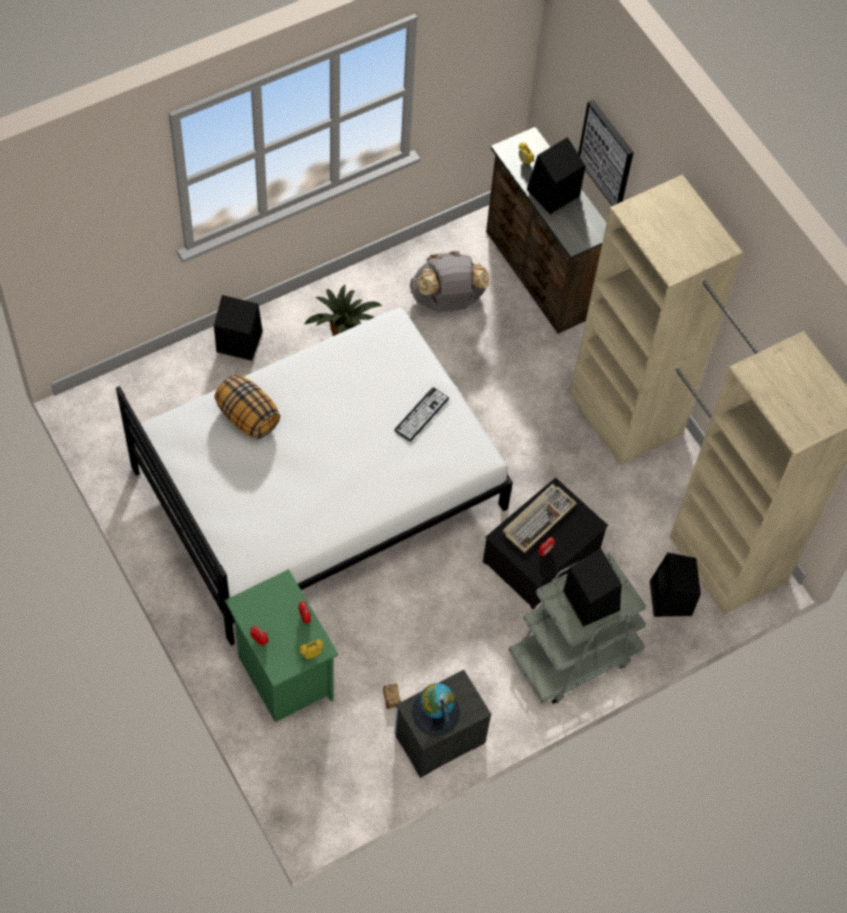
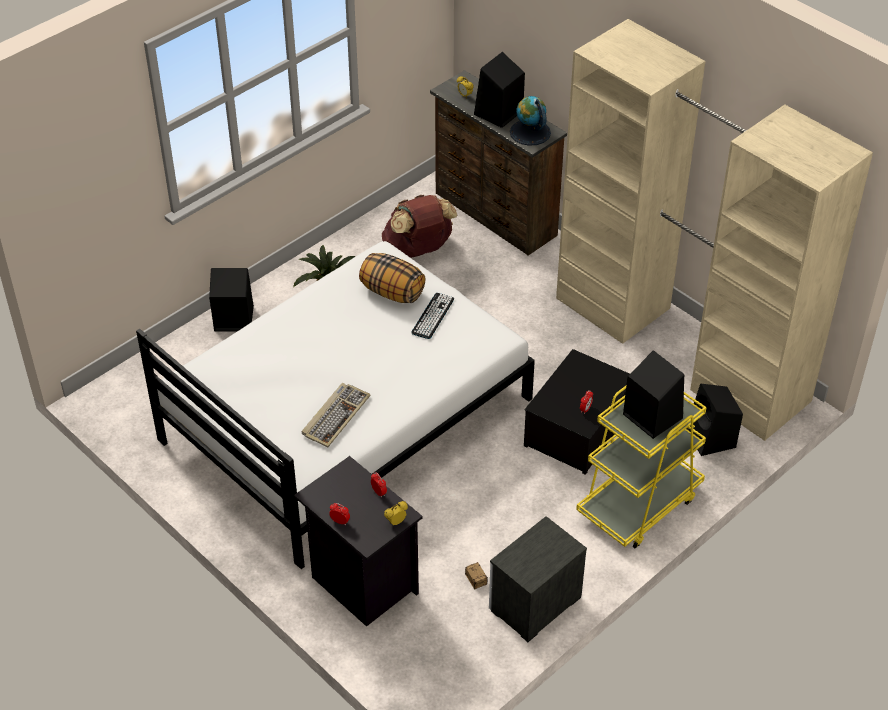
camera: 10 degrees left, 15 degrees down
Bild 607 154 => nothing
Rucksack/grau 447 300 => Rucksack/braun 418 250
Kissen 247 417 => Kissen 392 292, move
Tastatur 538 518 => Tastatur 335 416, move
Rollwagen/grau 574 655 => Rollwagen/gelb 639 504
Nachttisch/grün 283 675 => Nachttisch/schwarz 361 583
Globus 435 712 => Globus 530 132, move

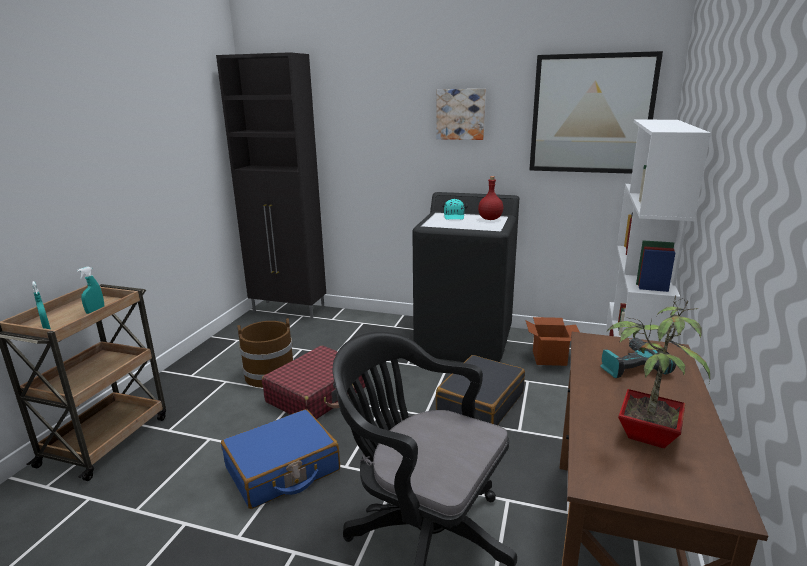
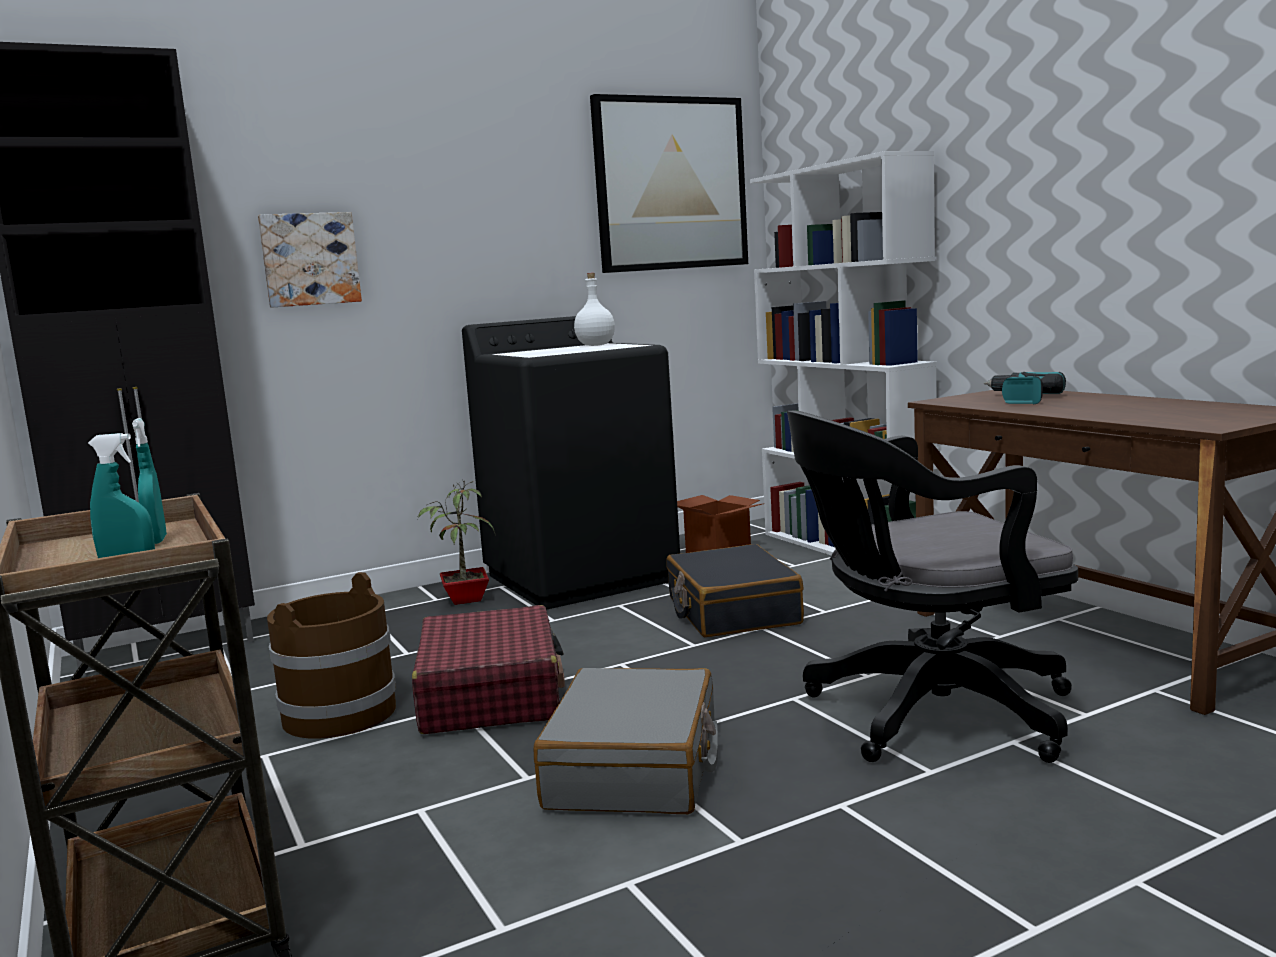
camera: 45 degrees left, 10 degrees down
Bild 461 114 => Bild 309 259, move
Flasche/rot 490 219 => Flasche/weiß 596 345
Kappe/türkis 454 216 => nothing
Topfpflanze 644 434 => Topfpflanze 463 600, move
Koffer/blau 282 469 => Koffer/grau 635 767

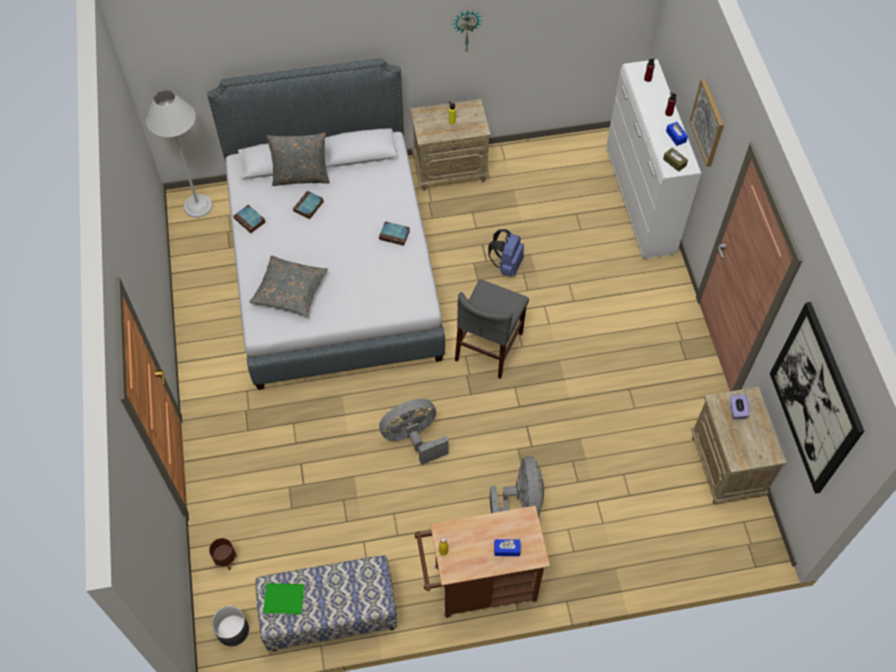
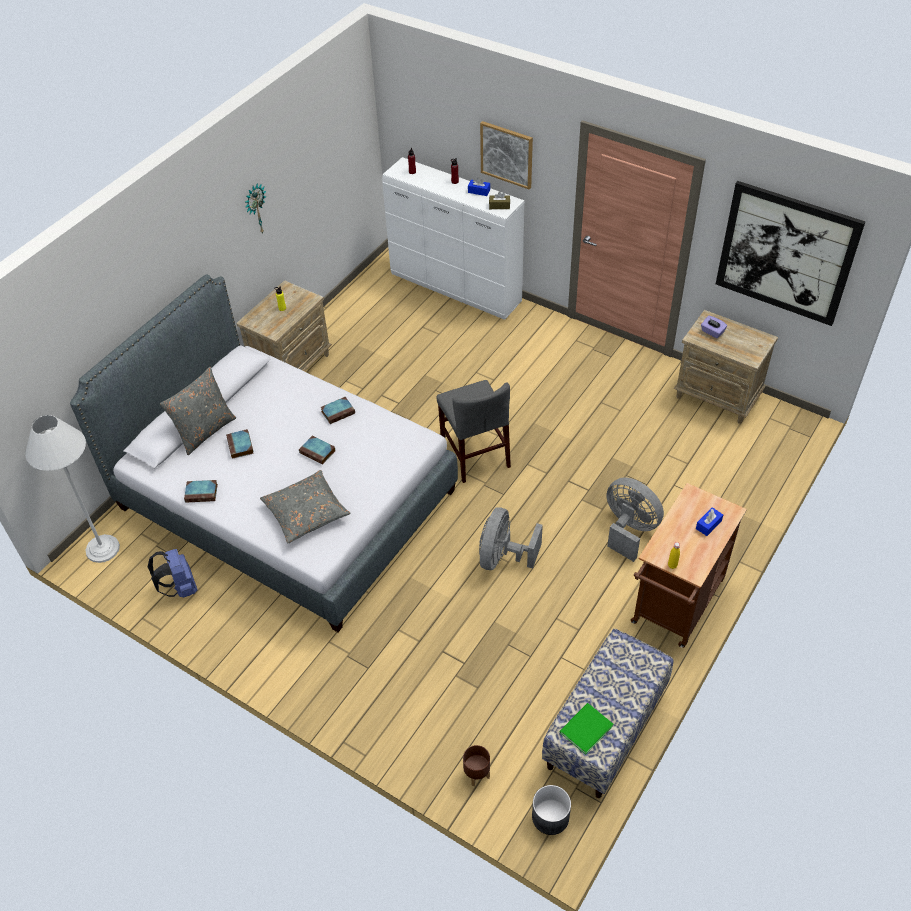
camera: 45 degrees left, 10 degrees down
Rucksack/blau 506 265 => Rucksack/blau 180 588, move
nothing => Buch 318 452

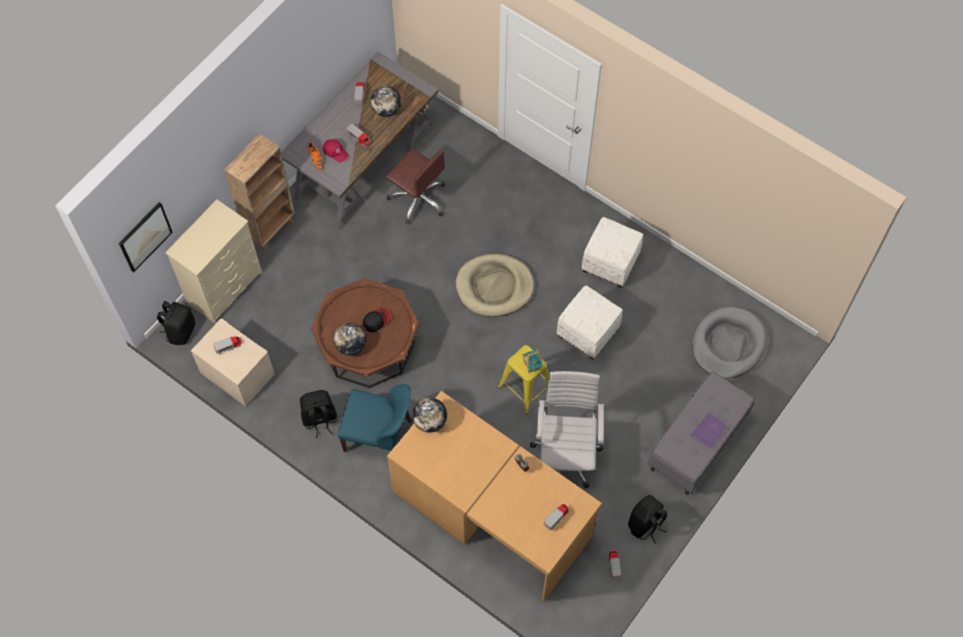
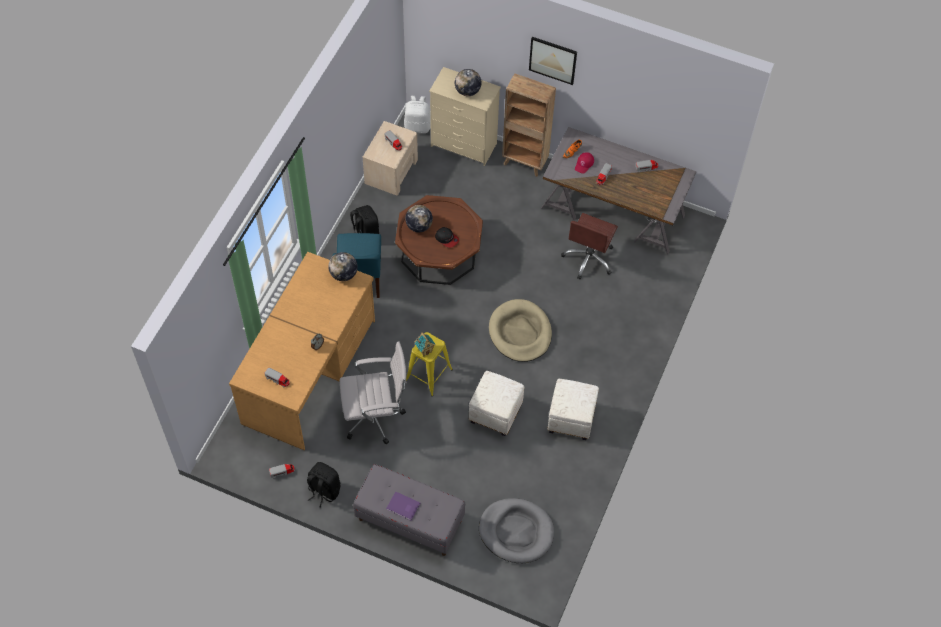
camera: 75 degrees right, 5 degrees down
Globus 386 110 => Globus 467 91, move
Bild 145 236 => Bild 553 60, move
Rucksack/schwarz 180 331 => Rucksack/weiß 418 126

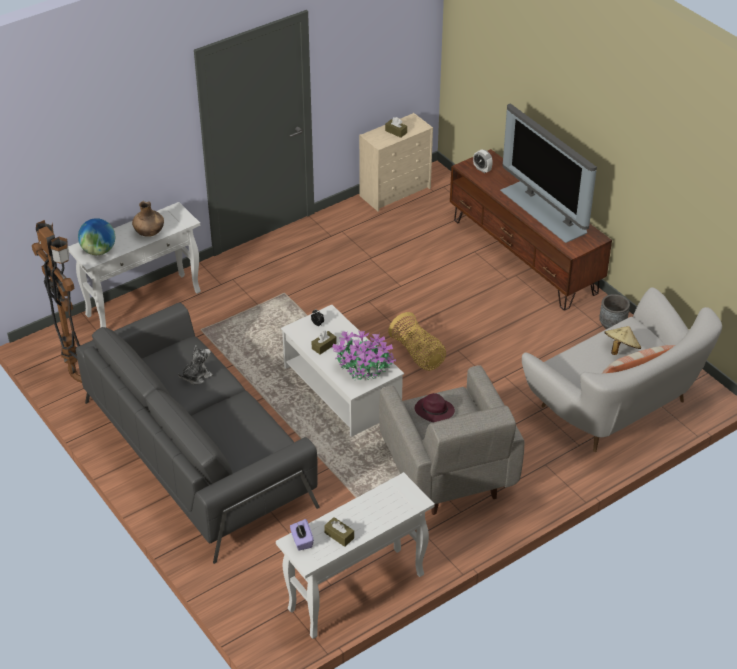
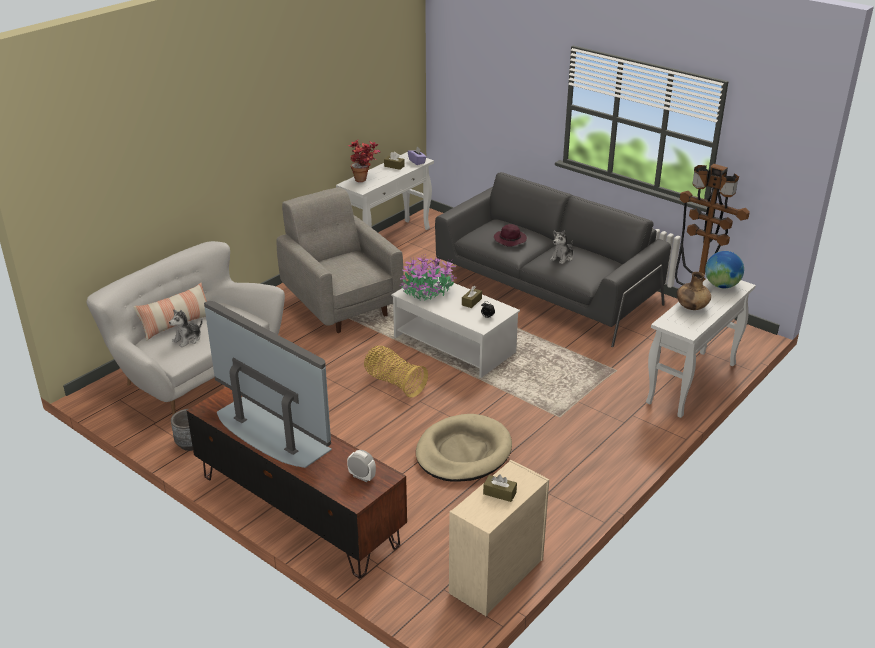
camera: 165 degrees right, 10 degrees down
Hut/beige 620 349 => Plüschtier 188 339
Hut/lila 433 411 => Hut/lila 510 239, move
nothing => Topfpflanze 365 180
nothing => Hundebett/beige 463 452

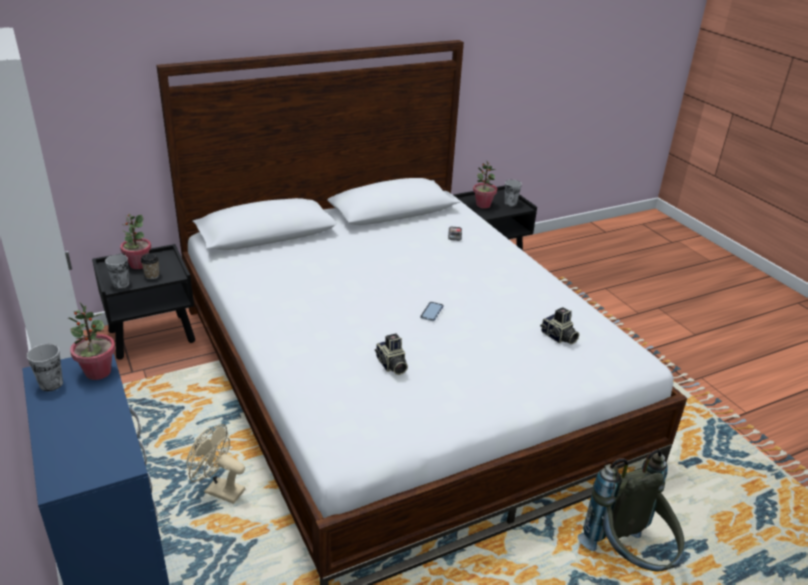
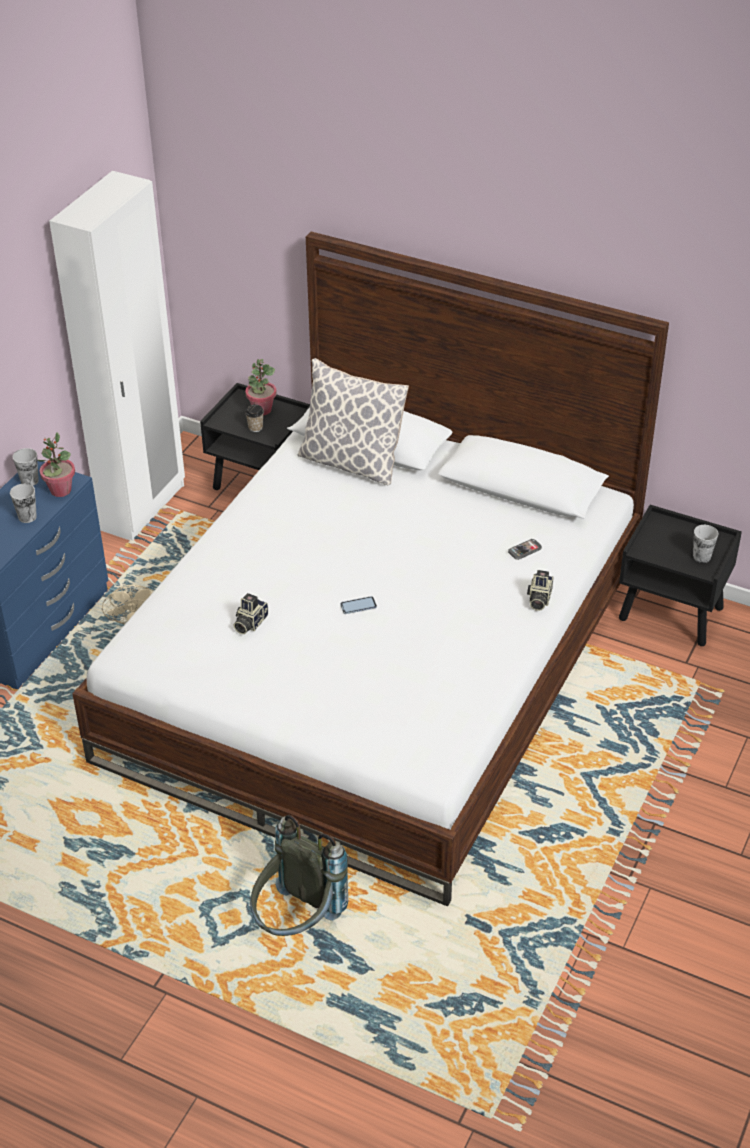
camera: 55 degrees right, 10 degrees up
Topfpflanze 483 205 => nothing
Tasse 121 284 => Tasse 27 517, move
Kamera 558 337 => Kamera 538 599, move
nothing => Kissen 351 462

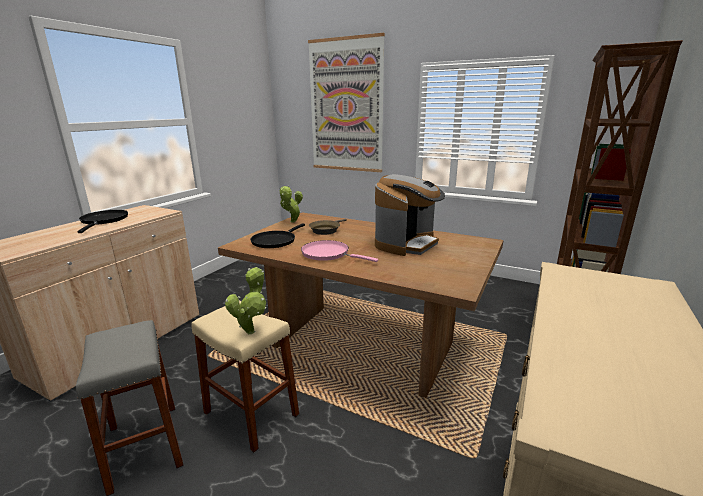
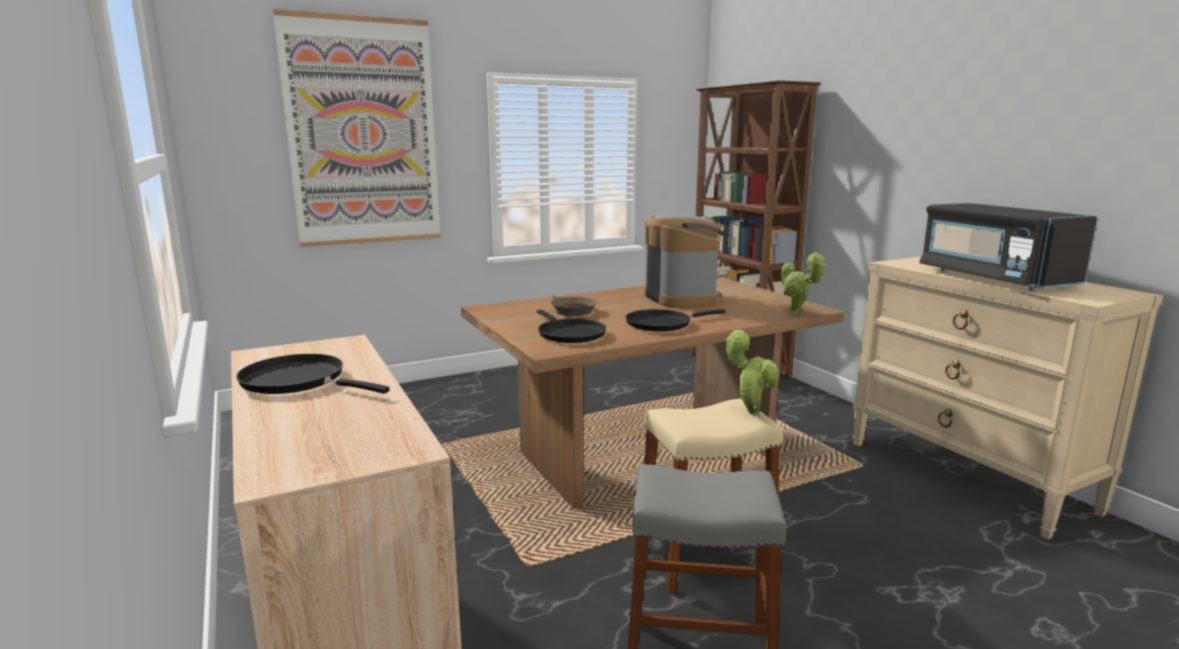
camera: 55 degrees left, 5 degrees down
Topfpflanze 292 222 => Topfpflanze 797 313, move
Pfanne/rosa 328 254 => Pfanne/schwarz 662 324
nothing => Mikrowelle/schwarz 992 278

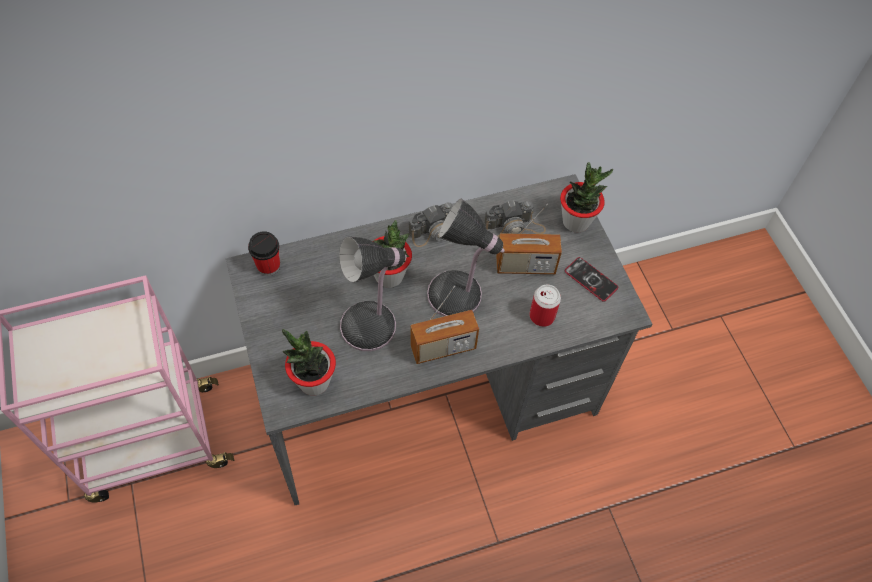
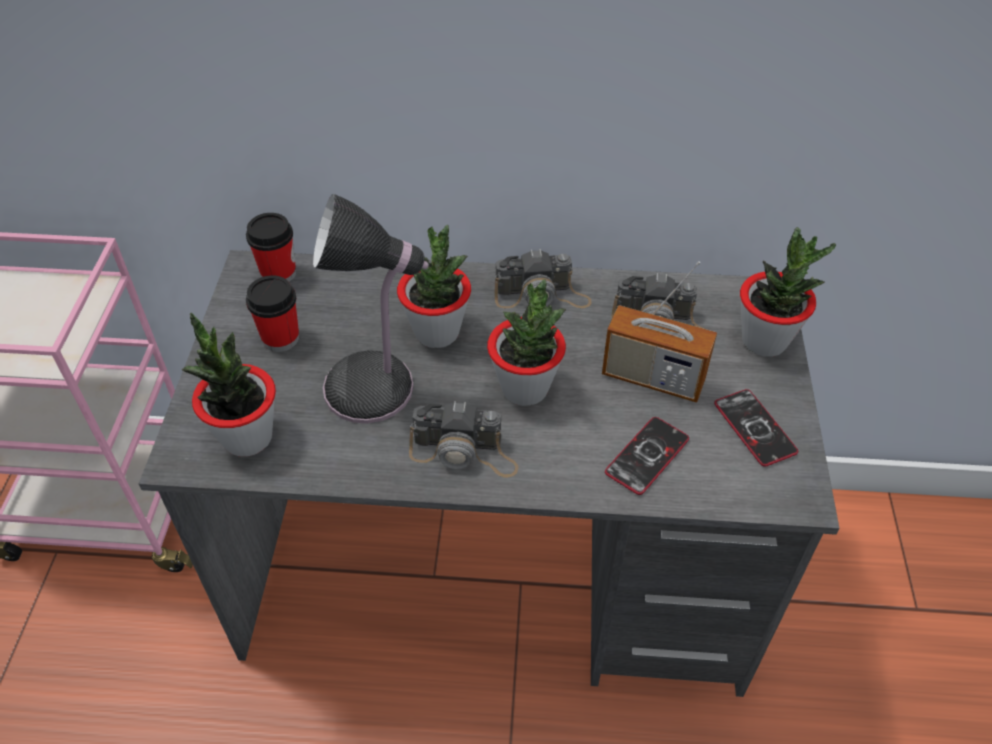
camera: 25 degrees right, 10 degrees down
Tischlampe 458 296 => Topfpflanze 525 388
Dose 542 316 => Handy 647 456
Radio 443 348 => Kamera 464 452
nothing => Tasse 281 338

